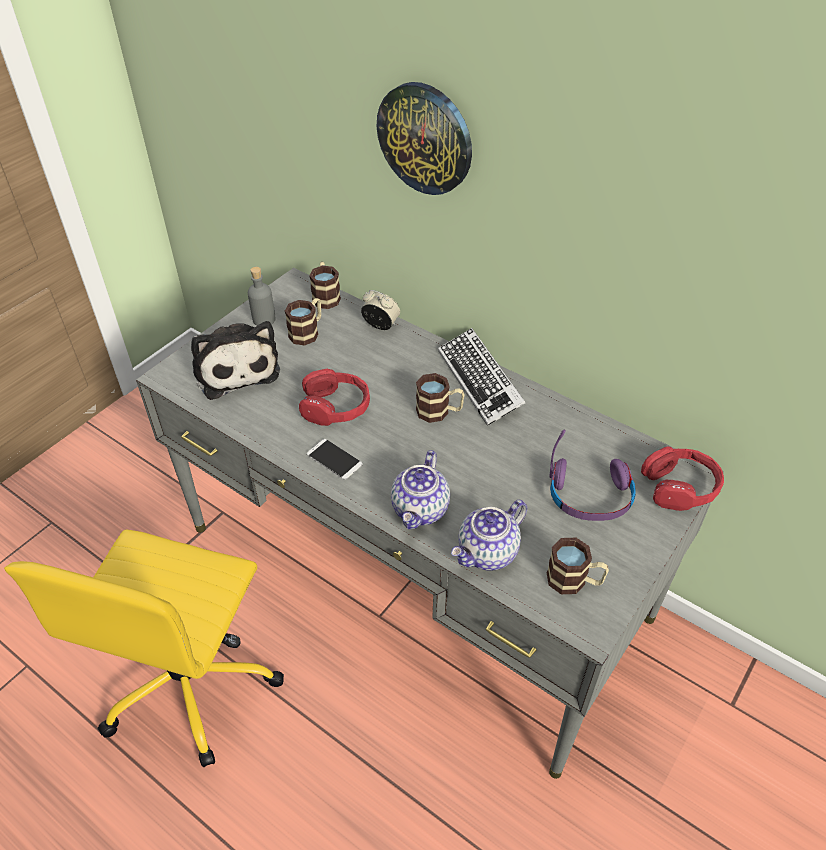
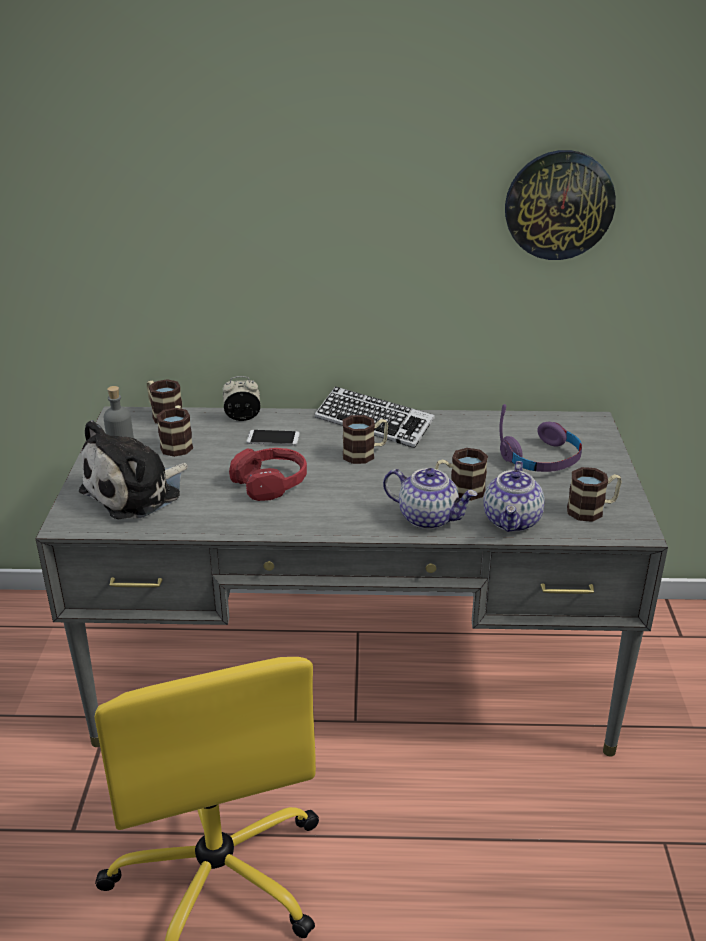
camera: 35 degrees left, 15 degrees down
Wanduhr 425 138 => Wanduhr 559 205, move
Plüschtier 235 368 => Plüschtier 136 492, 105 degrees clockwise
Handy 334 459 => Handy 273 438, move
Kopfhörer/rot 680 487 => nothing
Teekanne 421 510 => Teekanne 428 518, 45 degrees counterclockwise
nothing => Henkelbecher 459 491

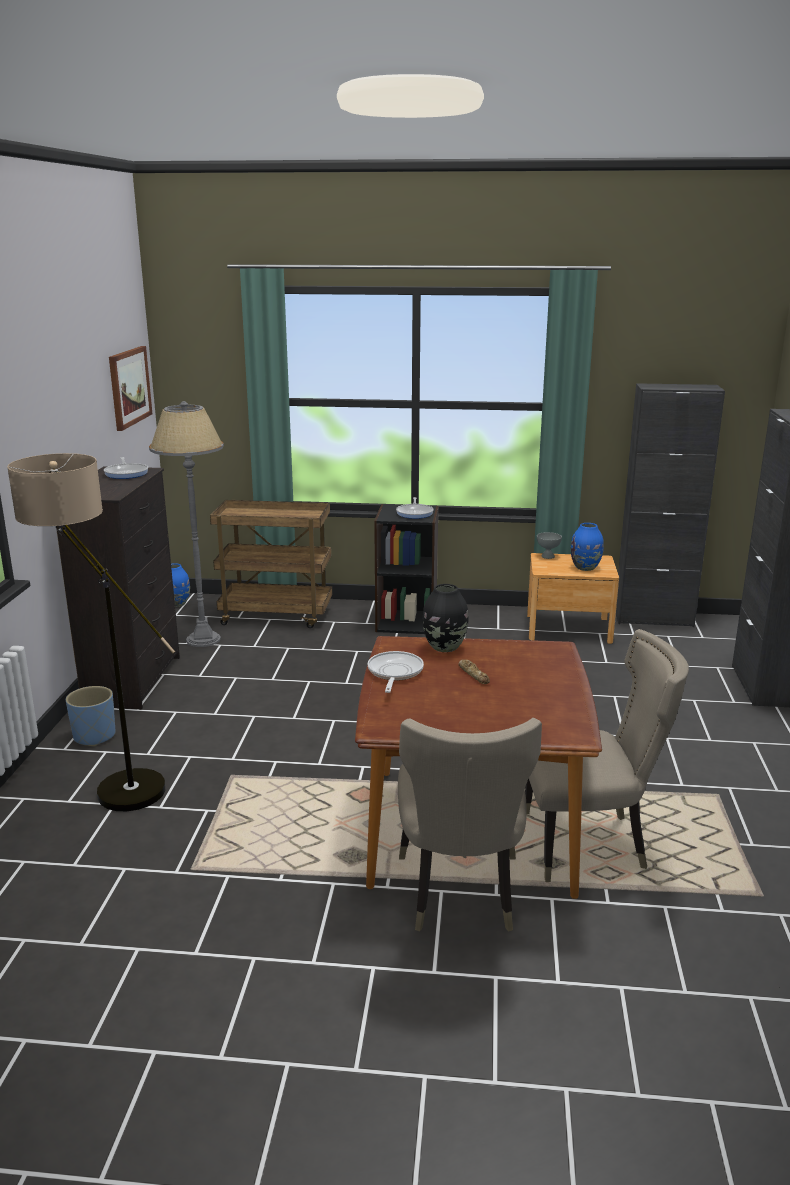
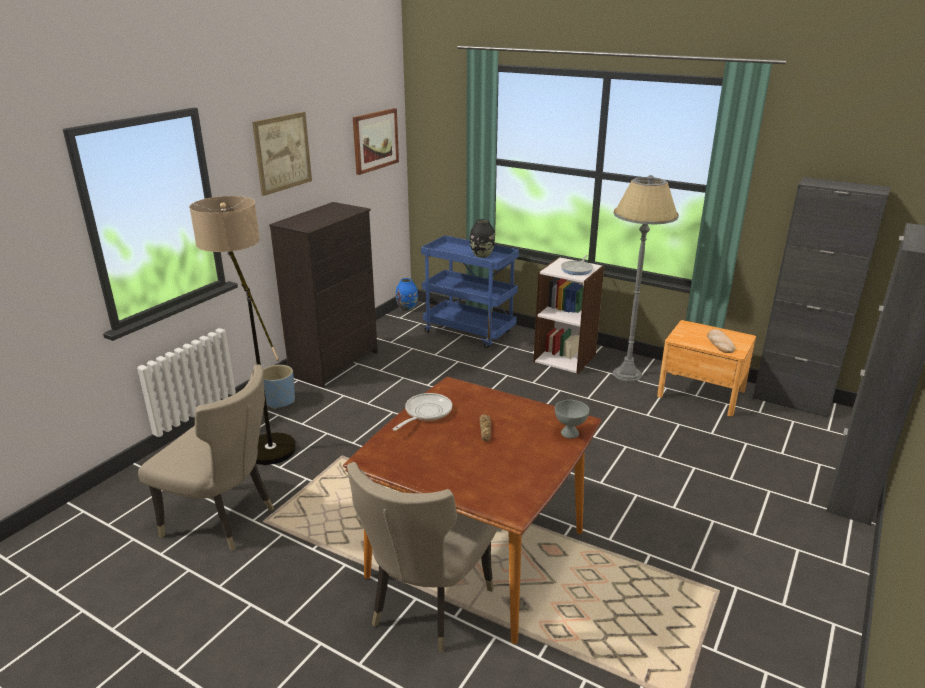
camera: 25 degrees right, 5 degrees up
Stehlampe/grau 203 640 => Stehlampe/grau 627 374, move
Pfanne 126 473 => nothing
Rollwagen/braun 277 615 => Rollwagen/blau 470 332
Bücherregal/schwarz 406 621 => Bücherregal/weiß 565 358
Vase/blau 585 568 => Brot 719 343
Schüssel/grau 547 556 => Schüssel/grau 569 433, move
Vase/schwarz 445 647 => Vase/schwarz 482 255, move
Stuhl/beige 589 844 => Stuhl/beige 224 520, move
nothing => Bild 282 153

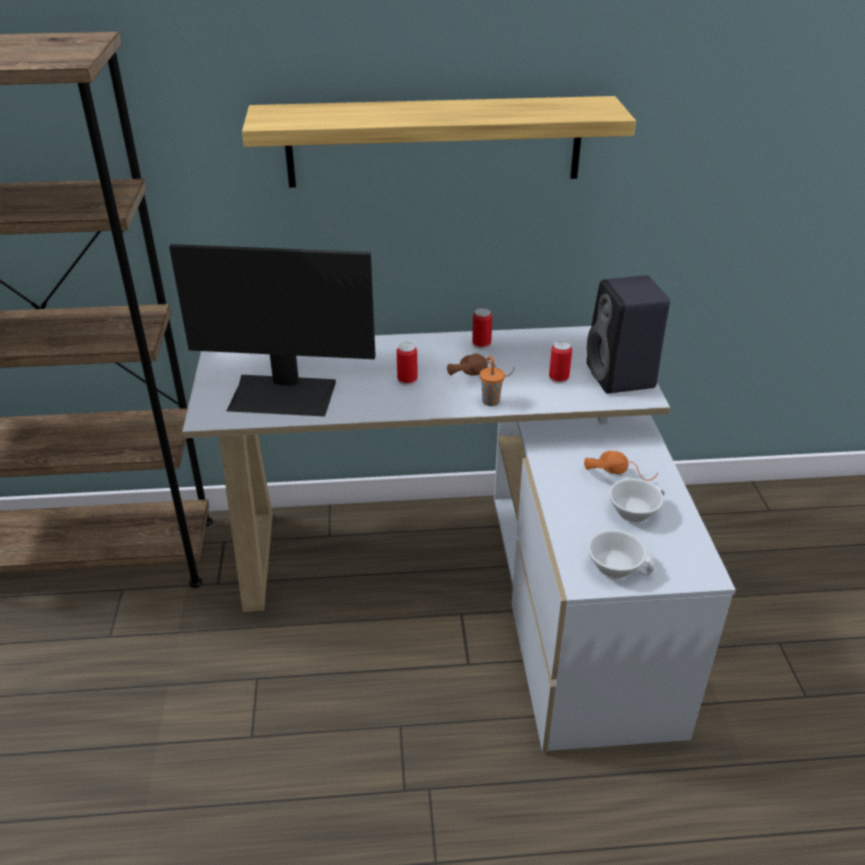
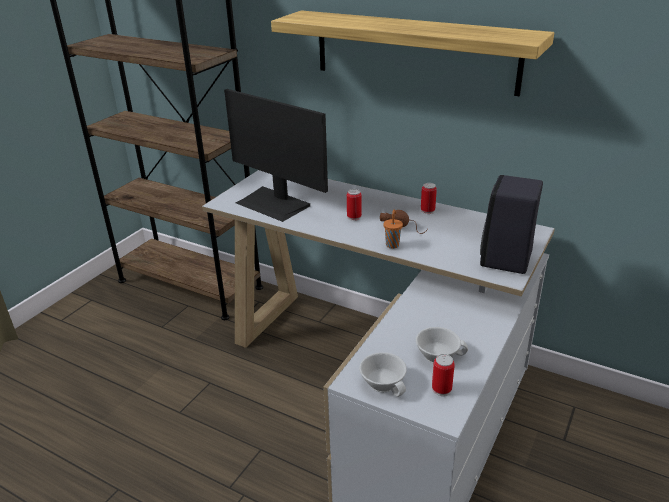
camera: 35 degrees right, 5 degrees down
Dose 558 378 => Dose 441 389, move
Kopfhörer/orange 618 473 => nothing

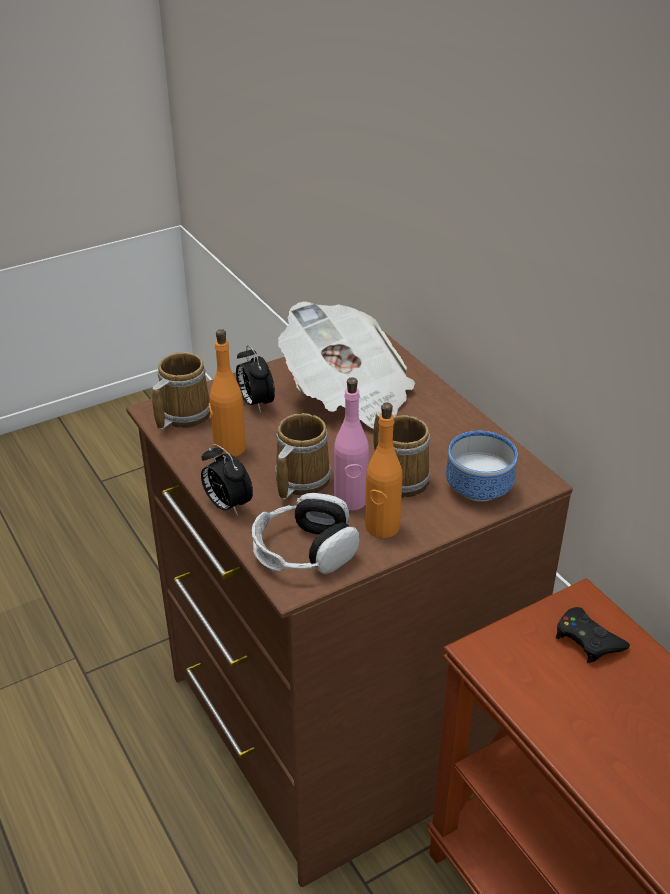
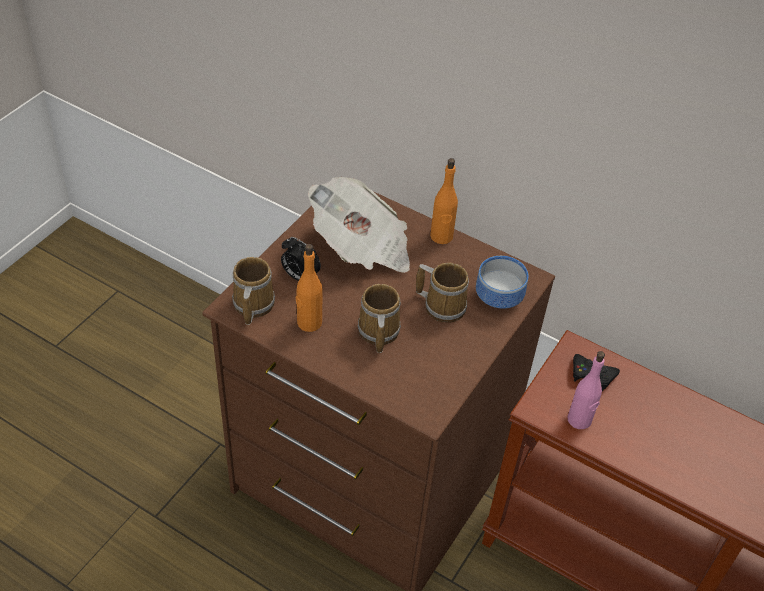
camera: 30 degrees left, 10 degrees up
Flasche/rosa 350 500 => Flasche/rosa 579 420, move
Flasche/orange 382 527 => Flasche/orange 441 236, move
Wecker 227 505 => nothing
Kopfhörer 304 551 => nothing

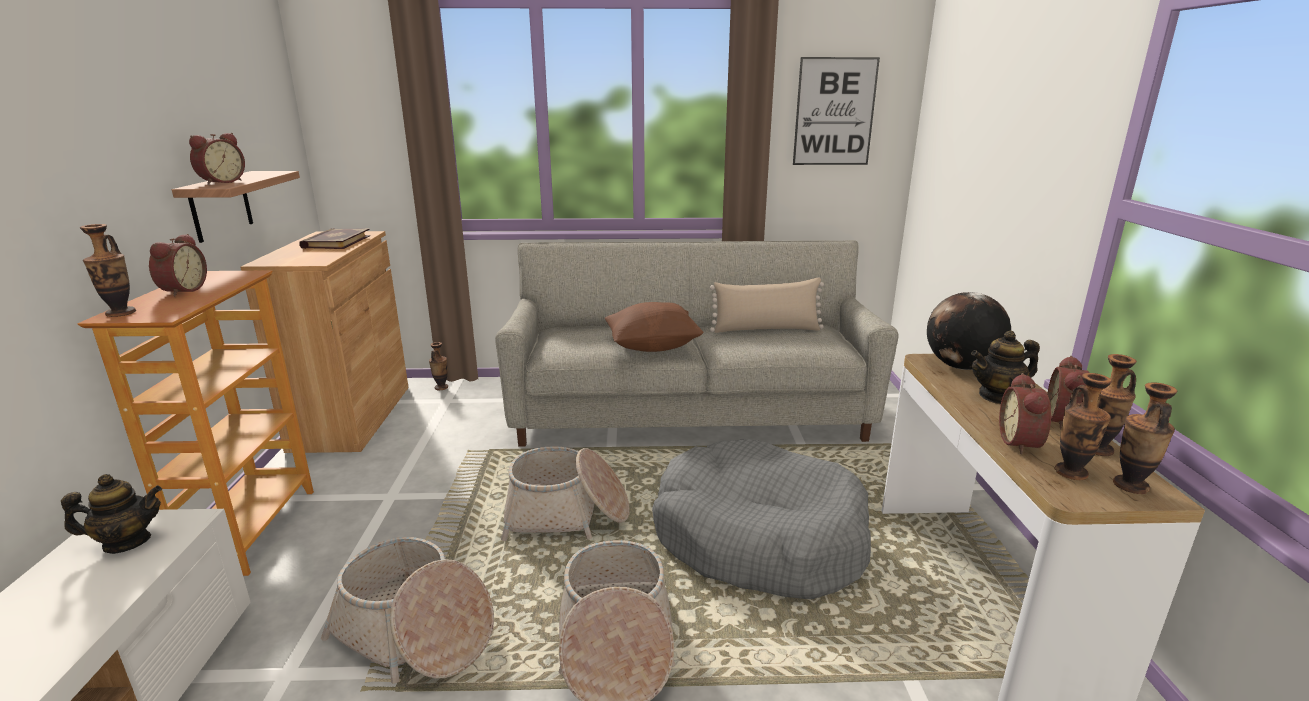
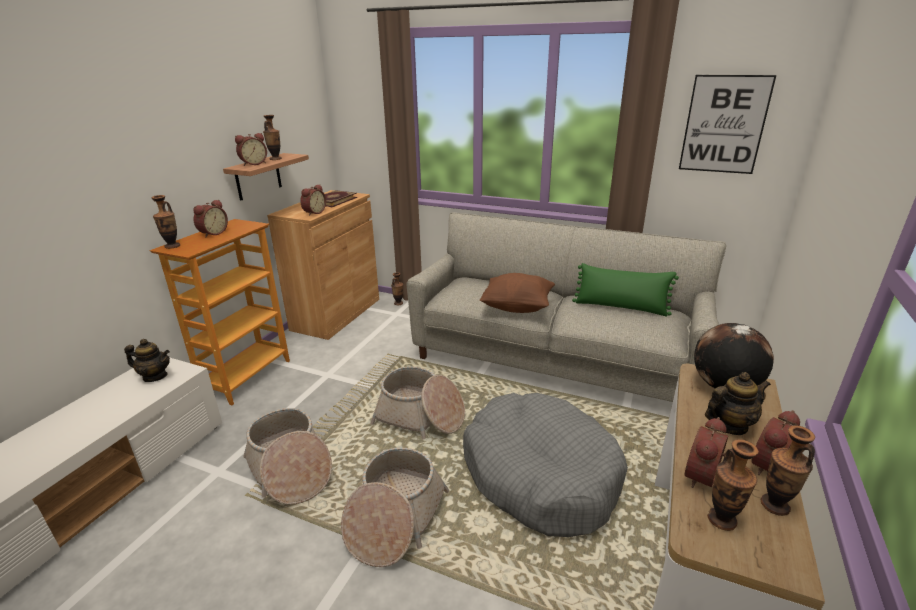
camera: 25 degrees right, 5 degrees up
Kissen/beige 766 329 => Kissen/grün 621 307
Teekanne 997 396 => Teekanne 729 425, 150 degrees clockwise
Vase 1130 485 => Vase 275 159, move
nothing => Wecker 314 212

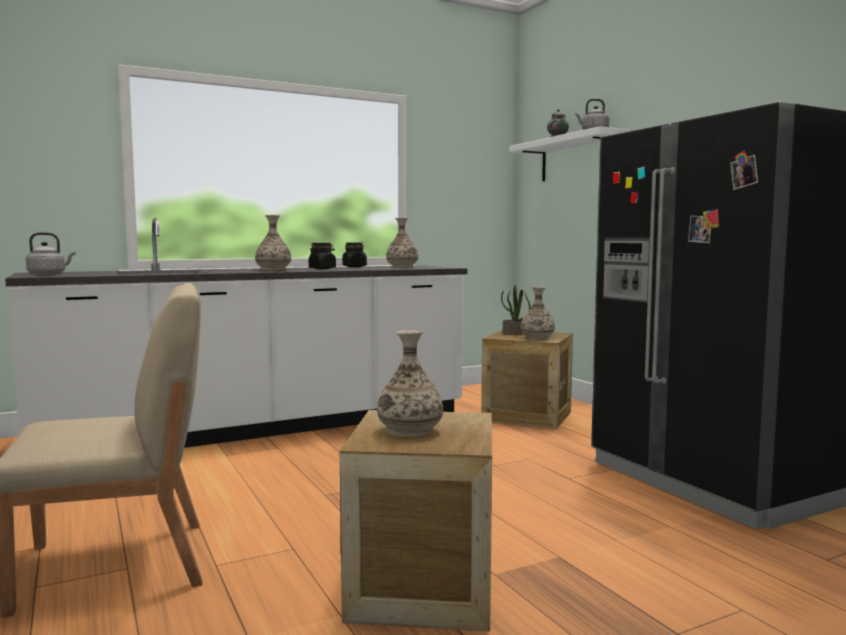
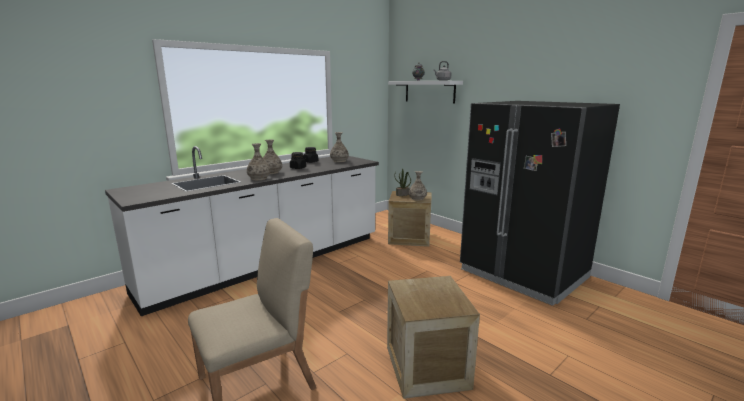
camera: 15 degrees left, 10 degrees up
Wasserkessel/grau 49 274 => nothing
Vase 409 431 => Vase 259 178, move

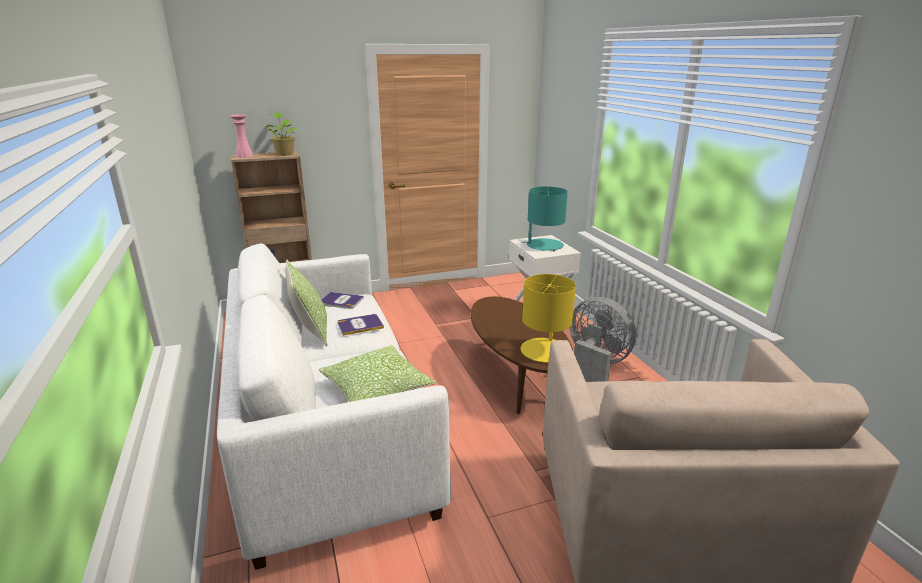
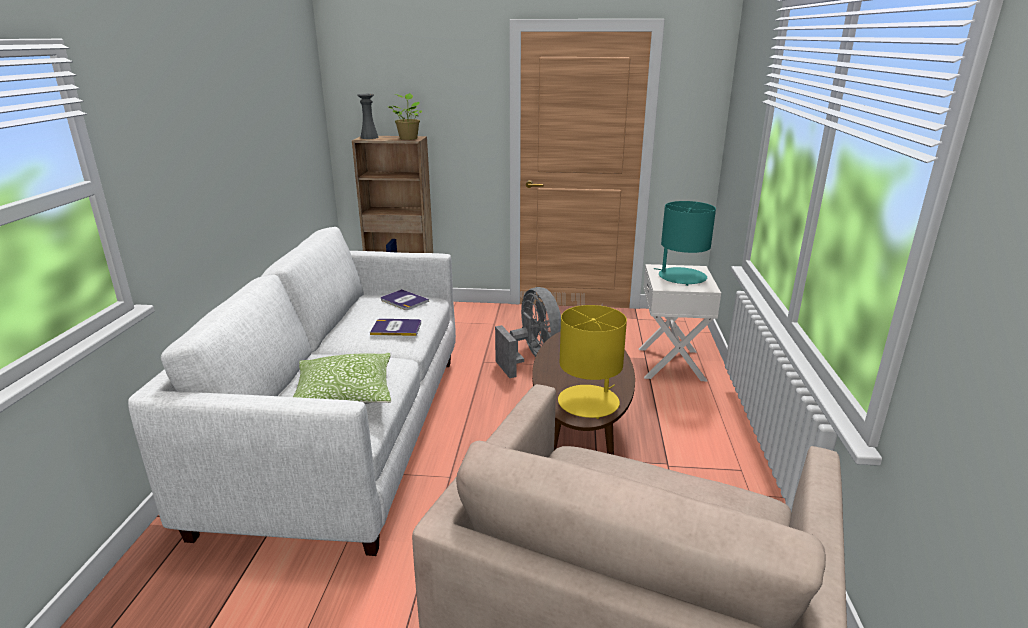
camera: 25 degrees right, 0 degrees up
Vase/rosa 244 156 => Vase/grau 369 137
Kissen 310 331 => nothing
Ventilator/grau 595 365 => Ventilator/grau 533 359, move

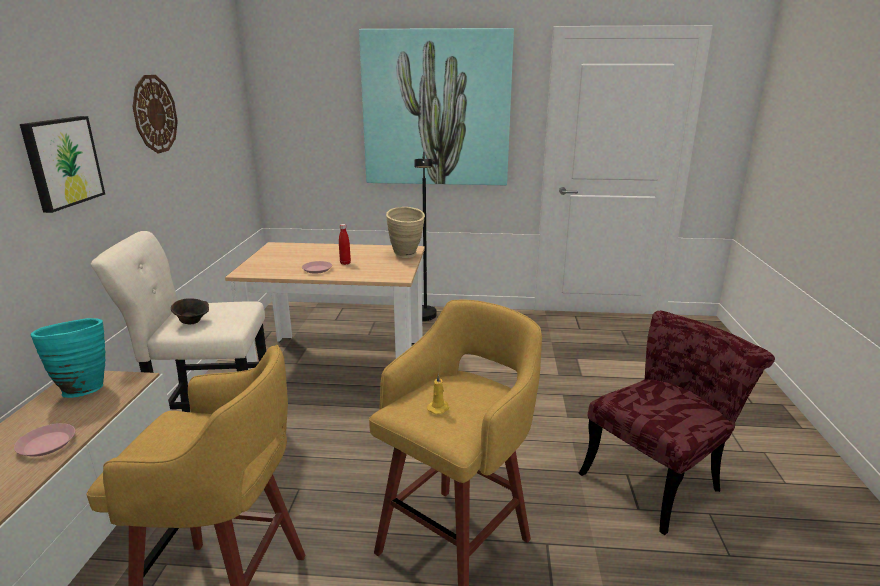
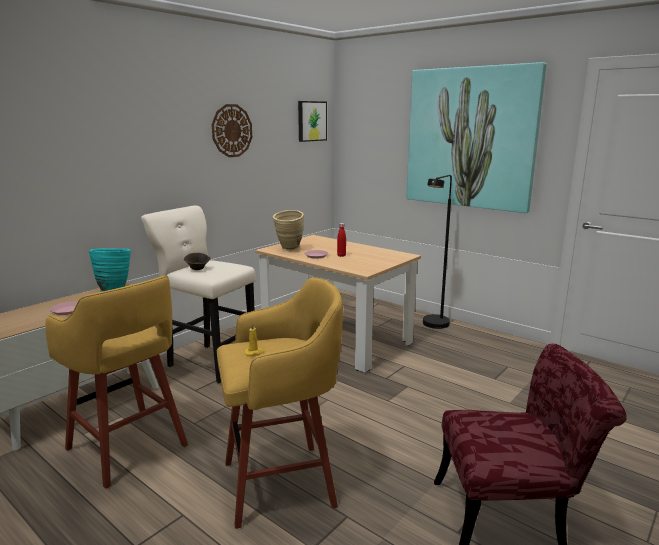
camera: 35 degrees right, 5 degrees down
Bild 62 162 => Bild 311 121, move
Vase/beige 407 256 => Vase/beige 289 250, move

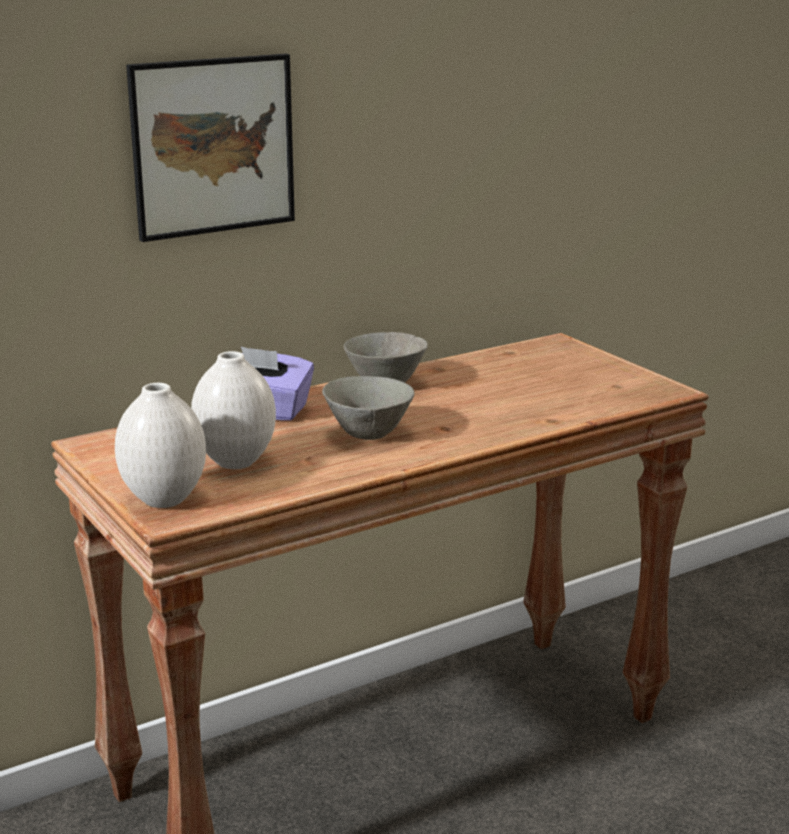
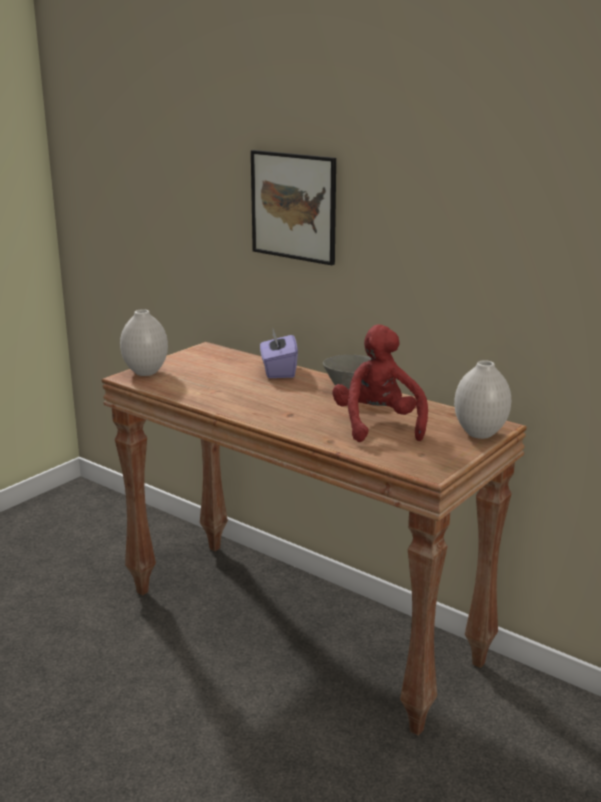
camera: 70 degrees right, 0 degrees up
Vase/weiß 236 461 => Vase/weiß 480 434, move
Schüssel/grau 369 434 => nothing
nothing => Plüschtier/rot 378 425

